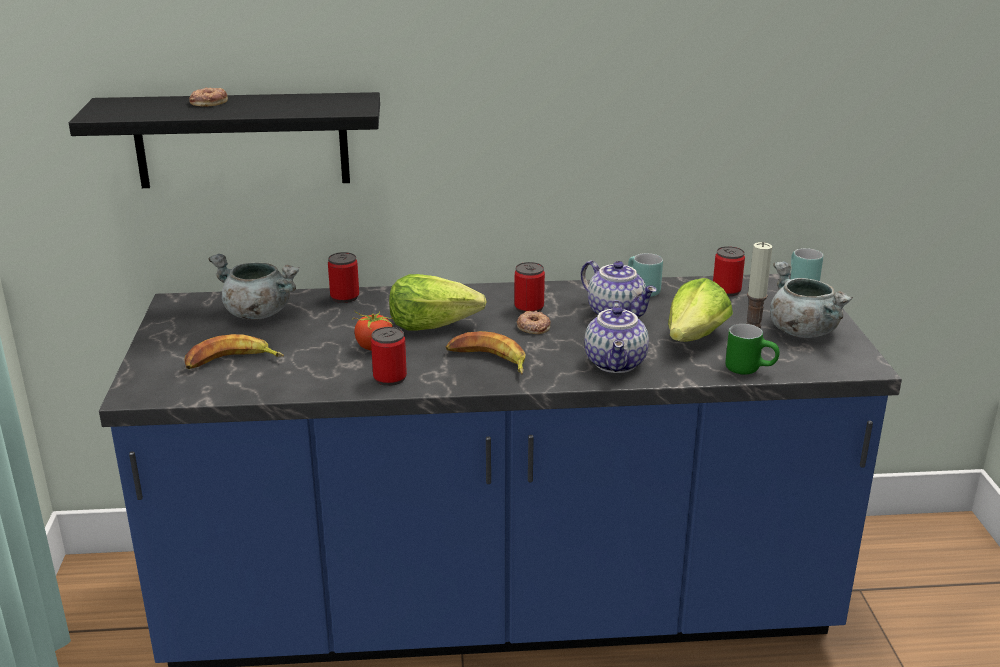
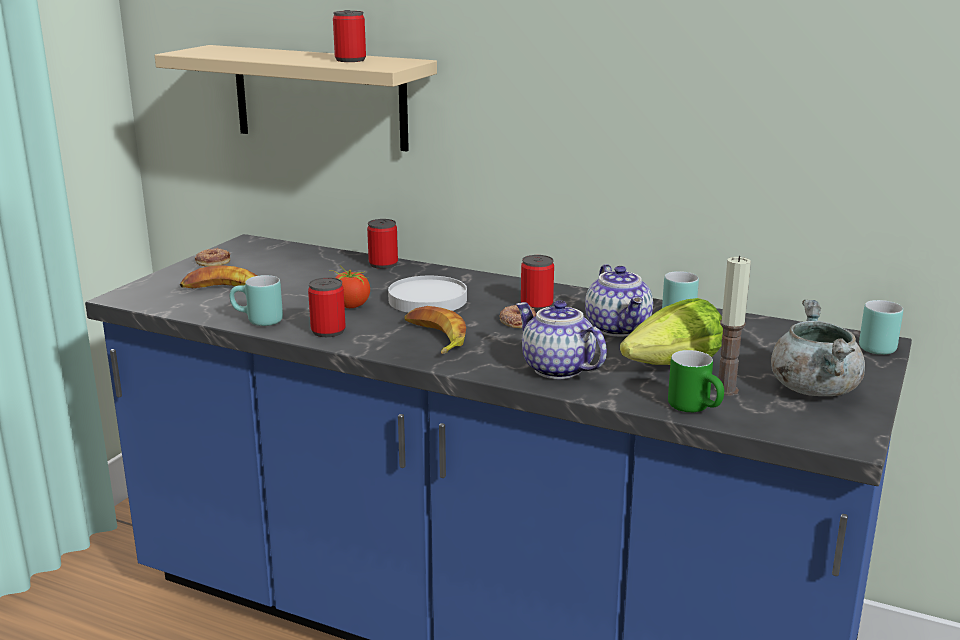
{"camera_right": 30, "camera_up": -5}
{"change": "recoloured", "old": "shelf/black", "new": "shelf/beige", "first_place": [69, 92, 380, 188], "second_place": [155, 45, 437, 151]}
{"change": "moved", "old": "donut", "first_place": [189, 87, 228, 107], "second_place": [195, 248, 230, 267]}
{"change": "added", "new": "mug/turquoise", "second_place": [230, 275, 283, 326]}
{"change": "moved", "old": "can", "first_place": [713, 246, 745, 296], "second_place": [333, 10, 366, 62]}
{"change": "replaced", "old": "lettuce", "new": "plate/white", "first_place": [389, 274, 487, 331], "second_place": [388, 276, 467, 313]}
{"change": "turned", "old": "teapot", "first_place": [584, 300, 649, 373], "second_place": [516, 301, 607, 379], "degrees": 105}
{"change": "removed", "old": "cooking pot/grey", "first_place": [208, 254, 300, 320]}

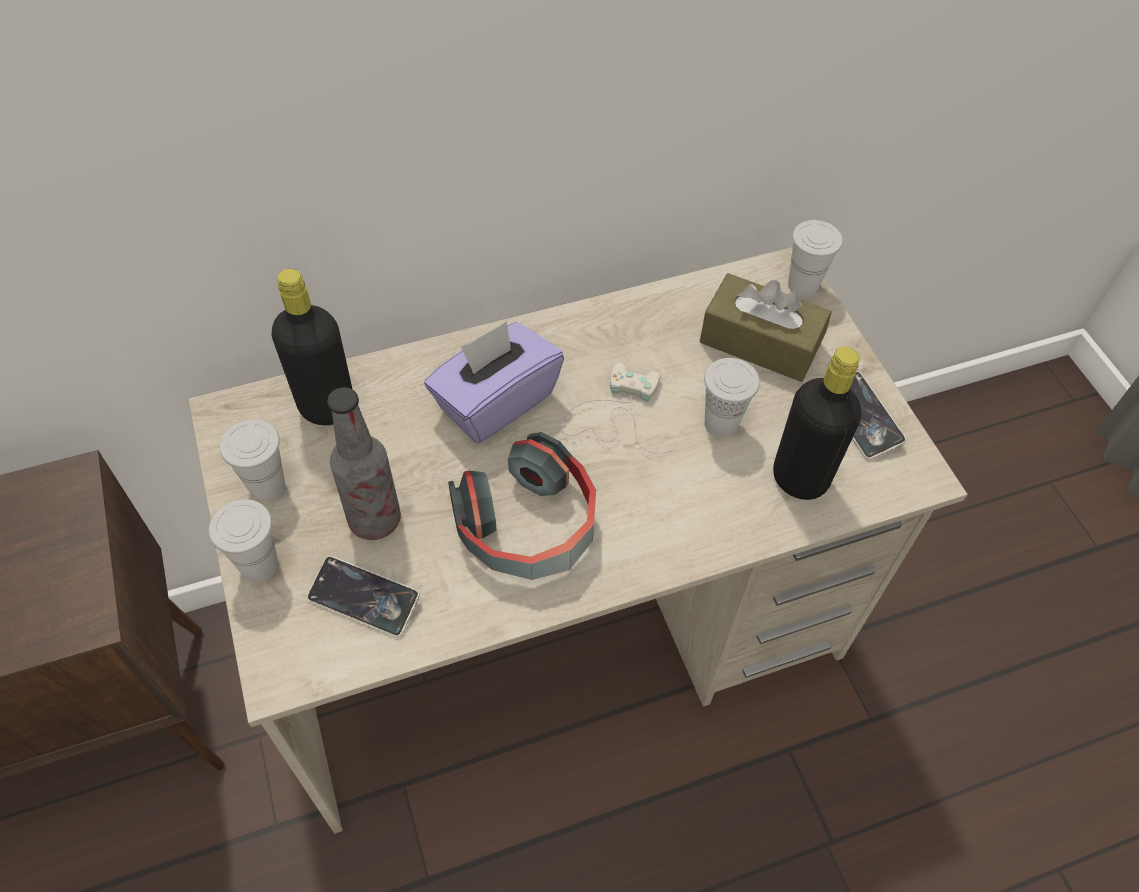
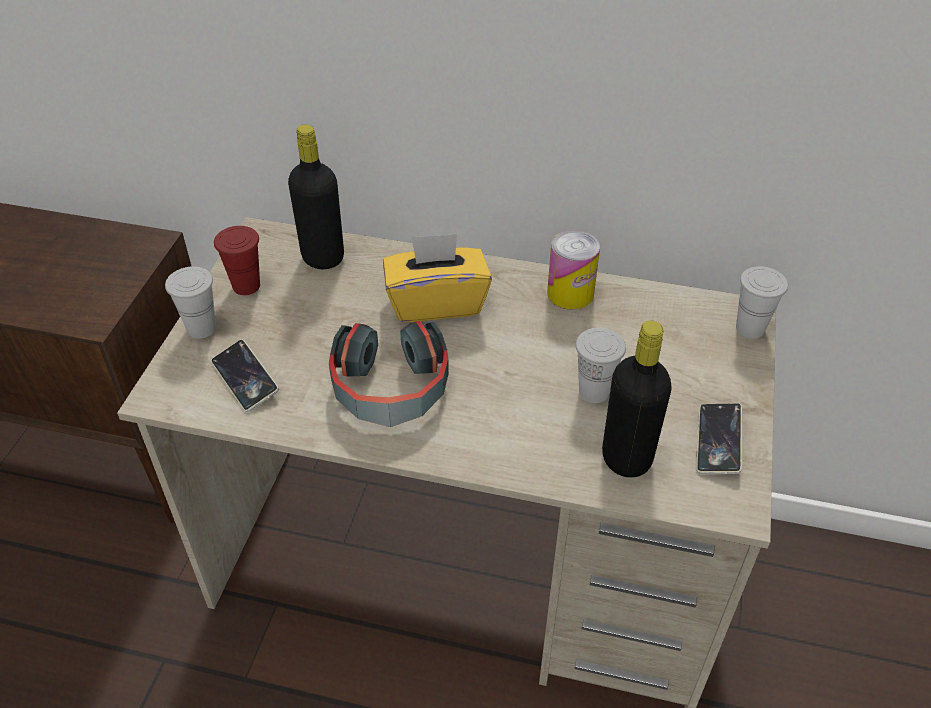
{"camera_right": 35, "camera_up": -10}
{"change": "recoloured", "old": "cup/white", "new": "cup/red", "first_place": [220, 419, 285, 501], "second_place": [214, 226, 260, 295]}
{"change": "recoloured", "old": "tissue box/purple", "new": "tissue box/yellow", "first_place": [424, 321, 564, 443], "second_place": [383, 234, 492, 322]}
{"change": "added", "new": "can", "second_place": [547, 230, 600, 309]}
{"change": "removed", "old": "bottle", "first_place": [327, 387, 401, 540]}
{"change": "removed", "old": "game controller/white", "first_place": [561, 362, 674, 454]}
{"change": "removed", "old": "tissue box/brown", "first_place": [700, 273, 832, 382]}

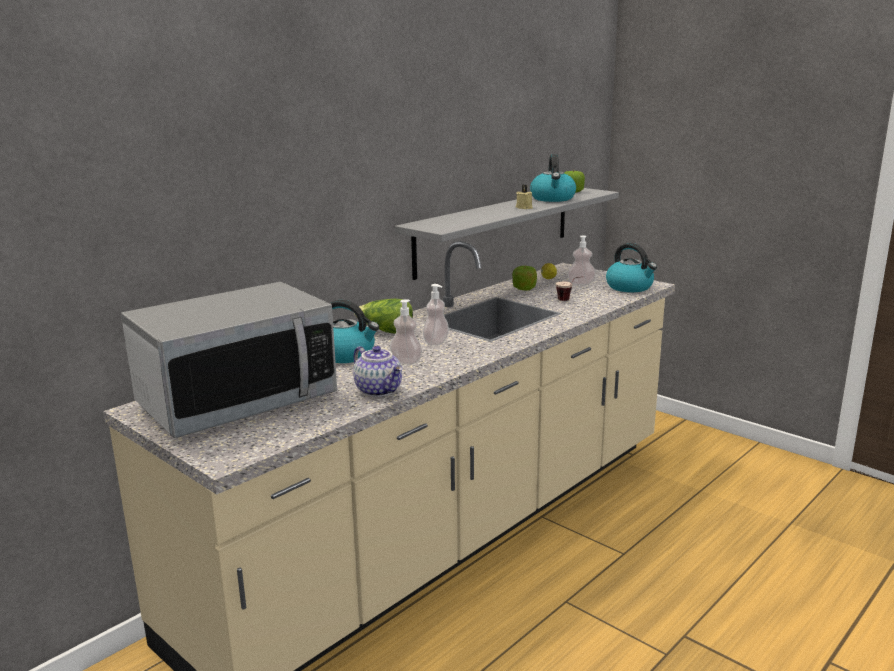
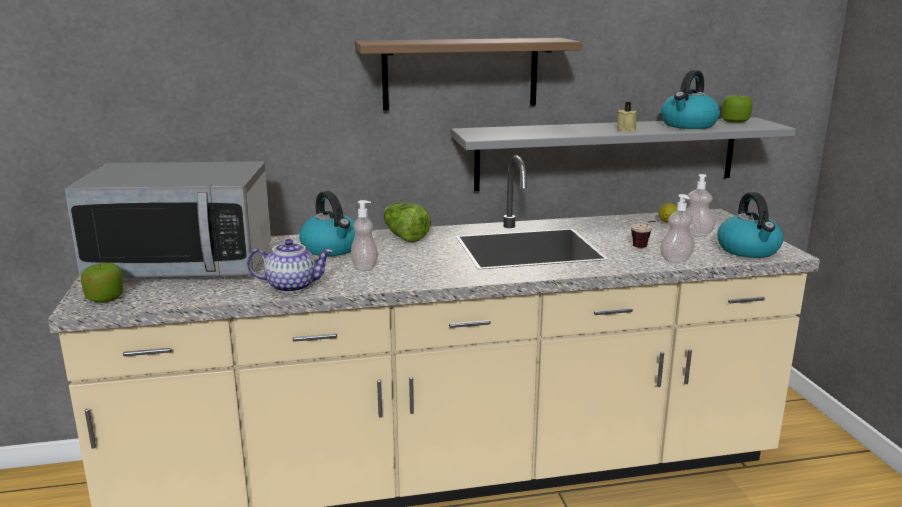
{"camera_right": 35, "camera_up": 0}
{"change": "moved", "old": "apple", "first_place": [512, 266, 537, 290], "second_place": [81, 263, 124, 303]}
{"change": "turned", "old": "teapot", "first_place": [353, 346, 403, 397], "second_place": [247, 239, 333, 293], "degrees": -90}
{"change": "added", "new": "shelf", "second_place": [355, 38, 582, 110]}
{"change": "moved", "old": "soap dispenser", "first_place": [423, 284, 449, 346], "second_place": [660, 194, 695, 262]}

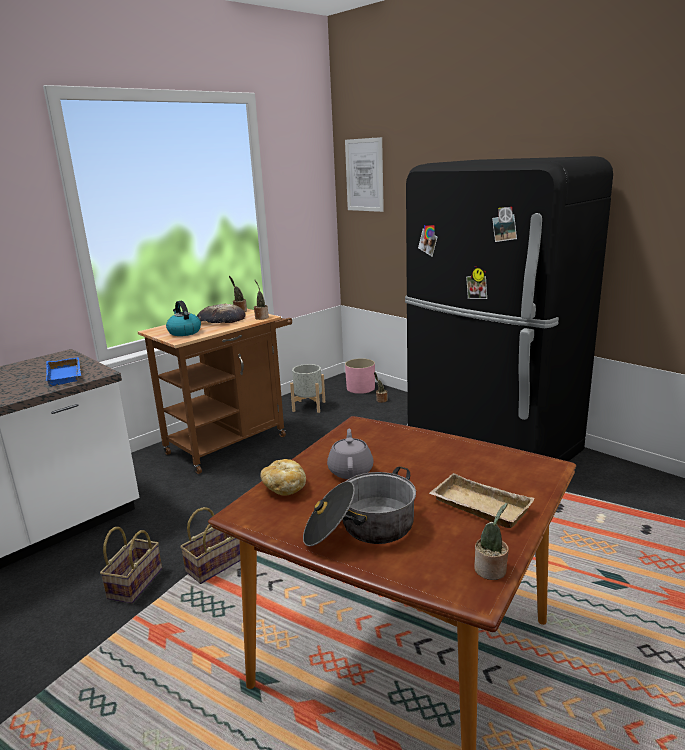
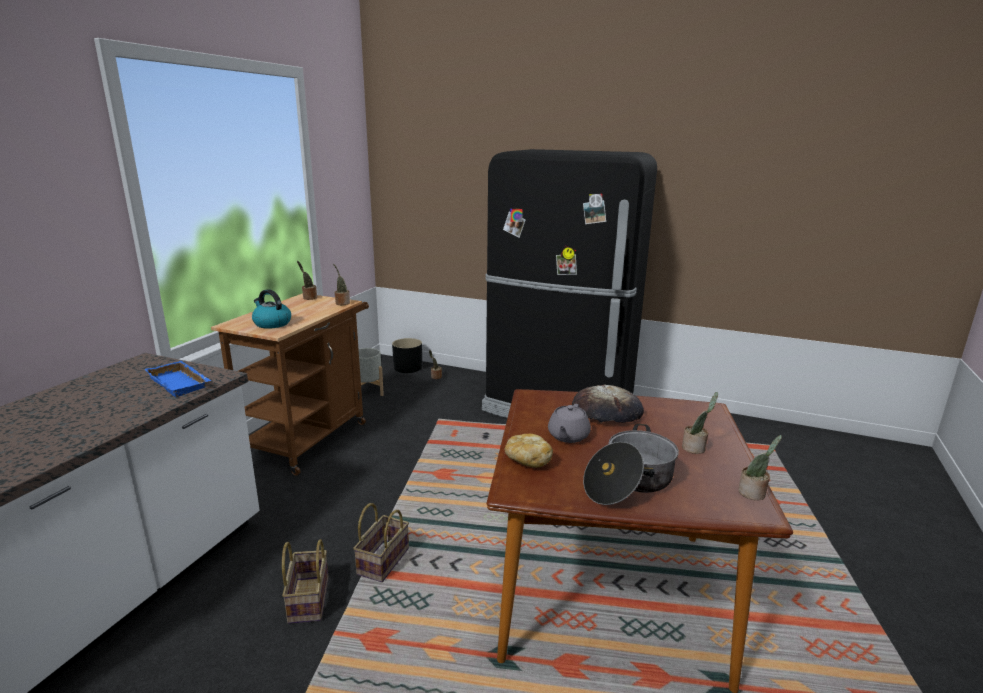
{"camera_right": -25, "camera_up": 0}
{"change": "recoloured", "old": "planter/pink", "new": "planter/black", "first_place": [345, 358, 375, 394], "second_place": [392, 338, 422, 373]}
{"change": "turned", "old": "teapot/grey", "first_place": [327, 429, 374, 479], "second_place": [548, 404, 591, 443], "degrees": -135}
{"change": "moved", "old": "bread", "first_place": [197, 303, 246, 323], "second_place": [572, 384, 644, 423]}
{"change": "replaced", "old": "tray/beige", "new": "potted plant", "first_place": [429, 473, 535, 528], "second_place": [682, 392, 718, 454]}
{"change": "removed", "old": "picture", "first_place": [345, 137, 384, 212]}

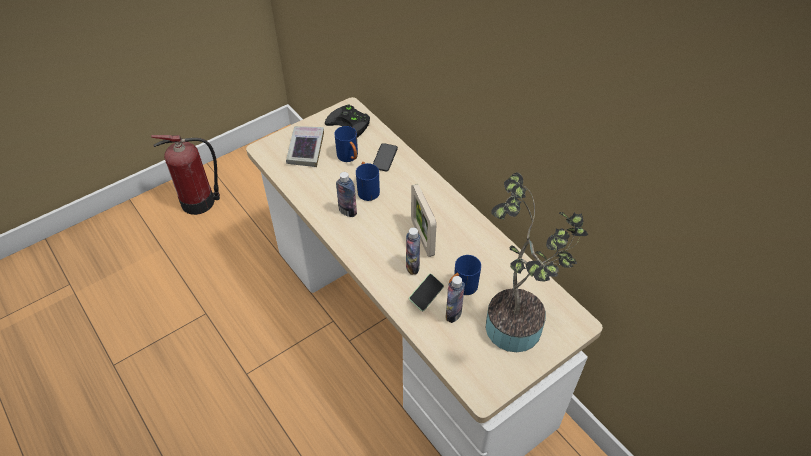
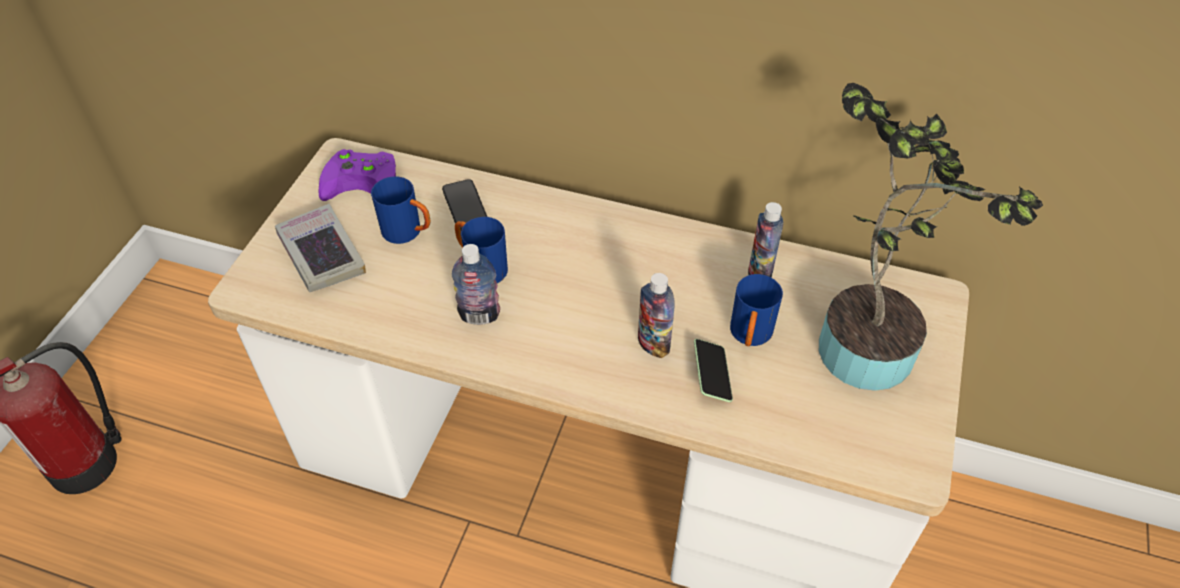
{"camera_right": -35, "camera_up": 0}
{"change": "recoloured", "old": "game controller/black", "new": "game controller/purple", "first_place": [325, 105, 370, 137], "second_place": [318, 149, 396, 201]}
{"change": "moved", "old": "bottle", "first_place": [446, 276, 465, 323], "second_place": [748, 202, 783, 278]}
{"change": "removed", "old": "picture frame", "first_place": [411, 184, 436, 257]}

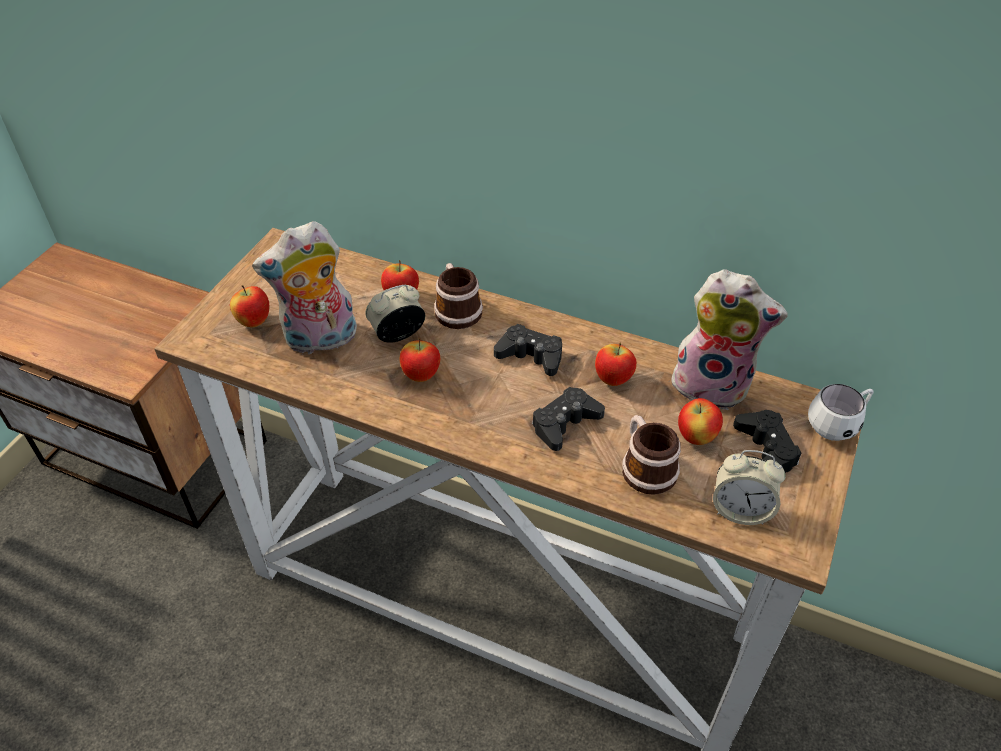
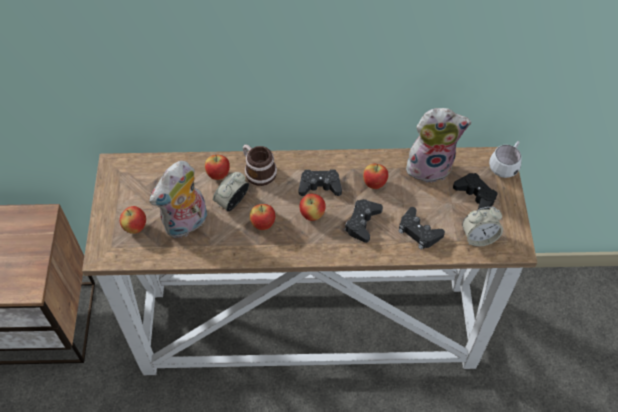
{"camera_right": -25, "camera_up": 10}
{"change": "moved", "old": "apple", "first_place": [678, 398, 723, 445], "second_place": [299, 194, 326, 221]}
{"change": "replaced", "old": "mug", "new": "game controller/black", "first_place": [622, 415, 681, 495], "second_place": [399, 207, 445, 250]}

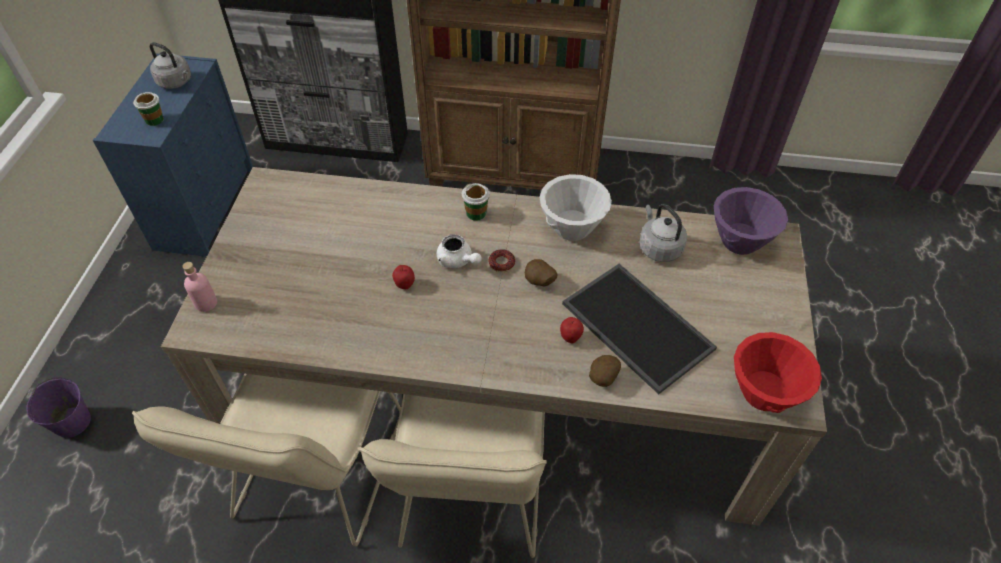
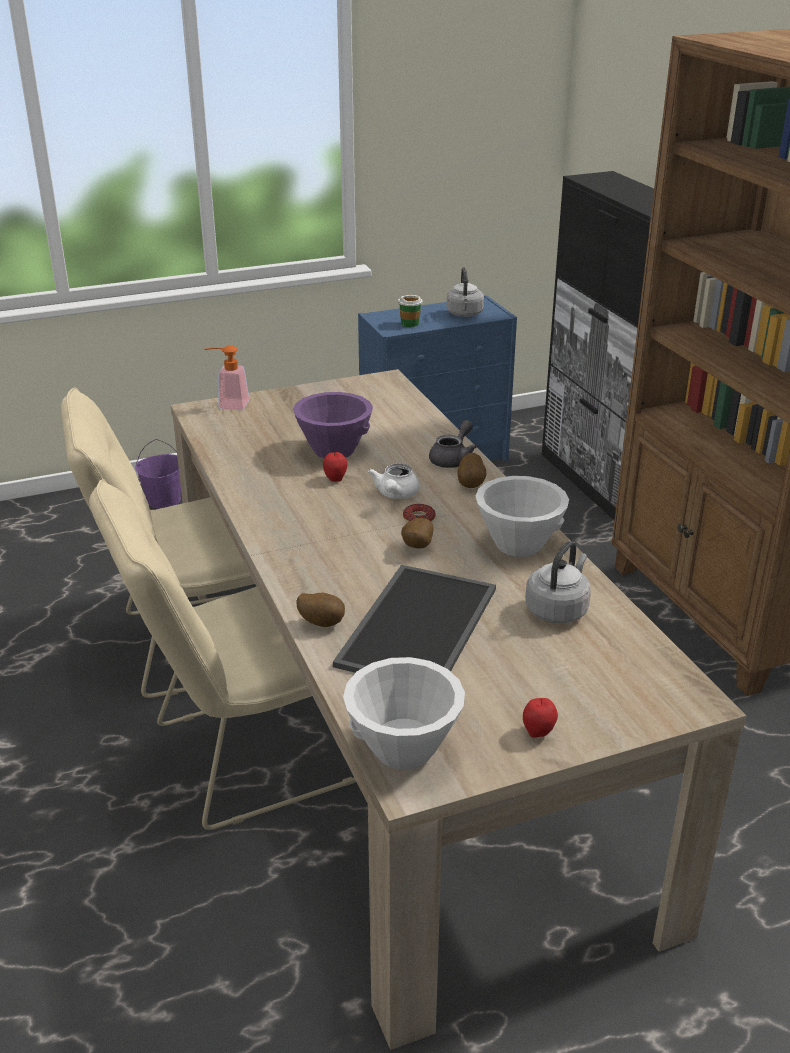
{"camera_right": 60, "camera_up": -20}
{"change": "replaced", "old": "bottle/pink", "new": "soap dispenser", "first_place": [182, 262, 217, 312], "second_place": [204, 346, 250, 410]}
{"change": "moved", "old": "bowl/purple", "first_place": [714, 187, 788, 255], "second_place": [293, 392, 373, 458]}
{"change": "recoloured", "old": "bowl/red", "new": "bowl/white", "first_place": [734, 332, 822, 413], "second_place": [343, 657, 465, 769]}
{"change": "added", "new": "teapot/grey", "second_place": [429, 420, 477, 468]}
{"change": "replaced", "old": "cup", "new": "potato", "first_place": [462, 183, 490, 221], "second_place": [457, 453, 486, 488]}
{"change": "moved", "old": "apple", "first_place": [560, 317, 584, 344], "second_place": [523, 698, 558, 738]}

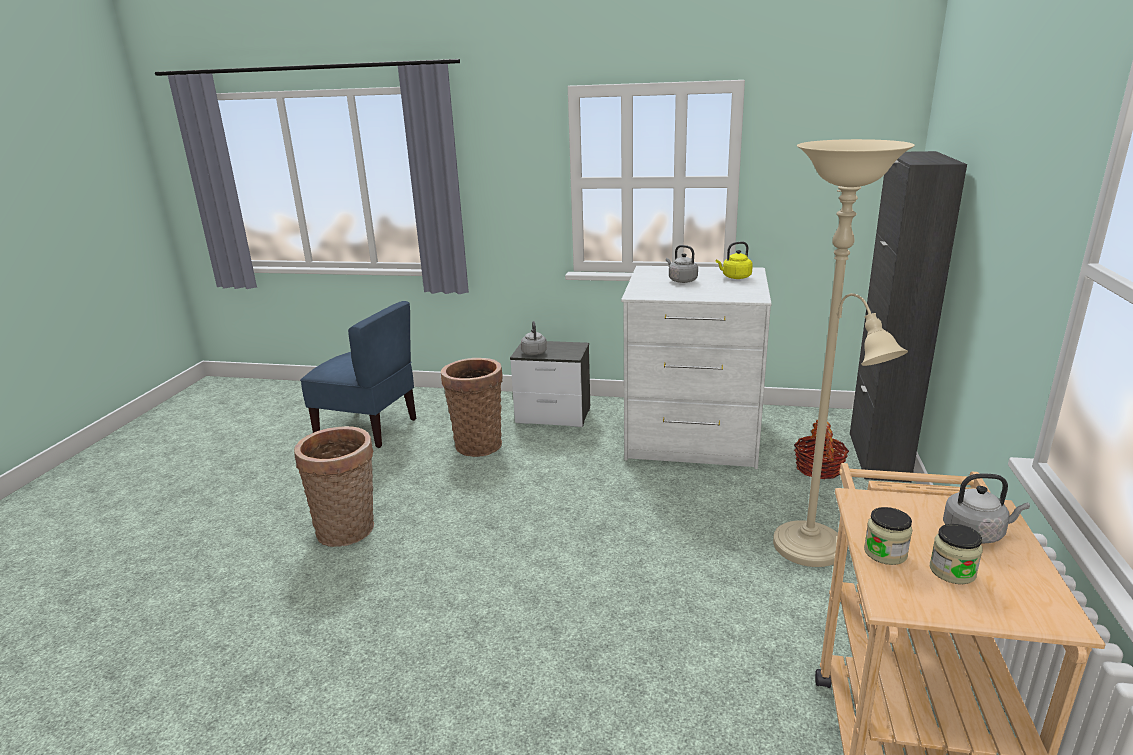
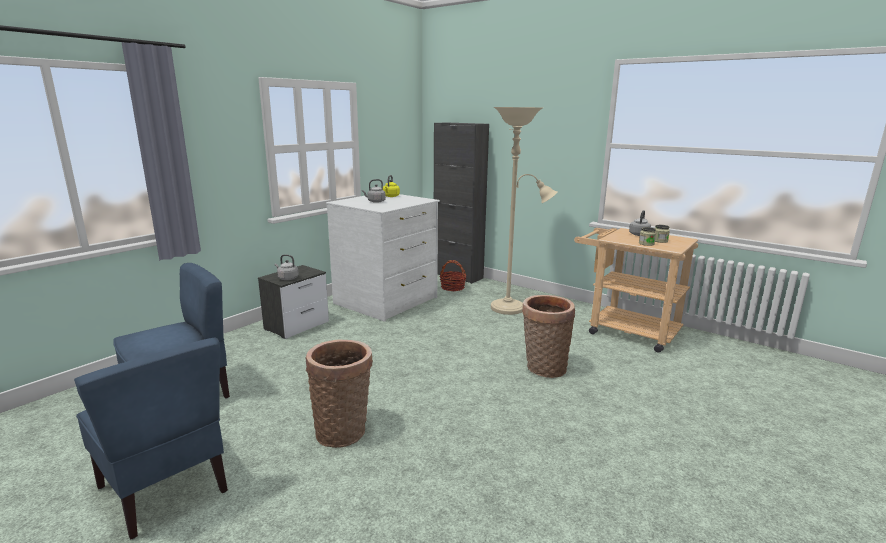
{"camera_right": -65, "camera_up": -5}
{"change": "added", "new": "chair/blue", "second_place": [74, 337, 228, 540]}
{"change": "moved", "old": "basket", "first_place": [441, 358, 503, 457], "second_place": [522, 295, 575, 378]}

